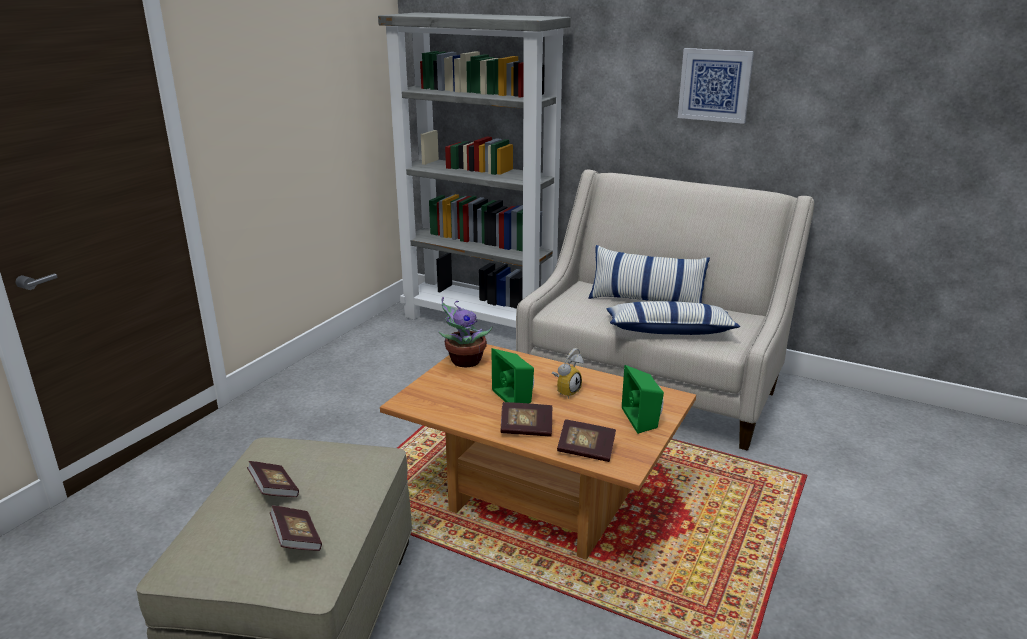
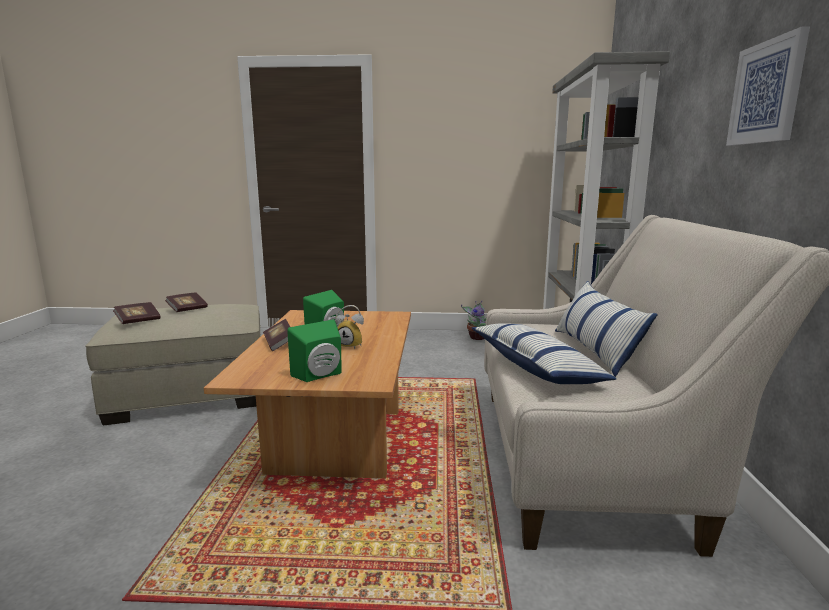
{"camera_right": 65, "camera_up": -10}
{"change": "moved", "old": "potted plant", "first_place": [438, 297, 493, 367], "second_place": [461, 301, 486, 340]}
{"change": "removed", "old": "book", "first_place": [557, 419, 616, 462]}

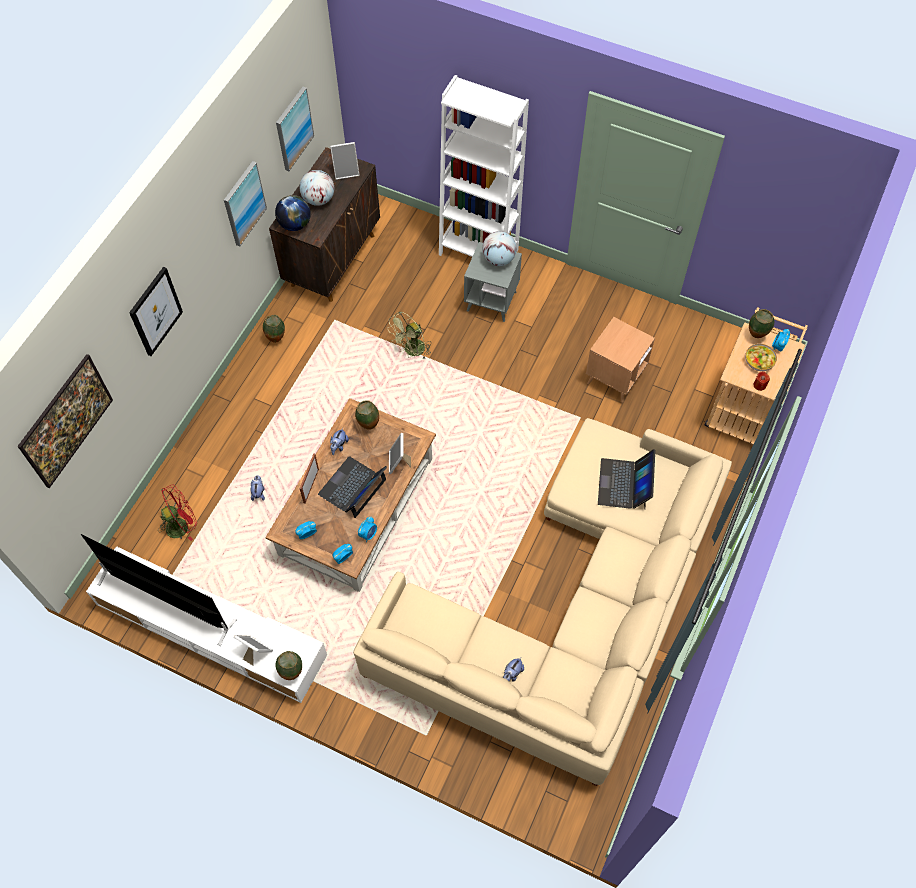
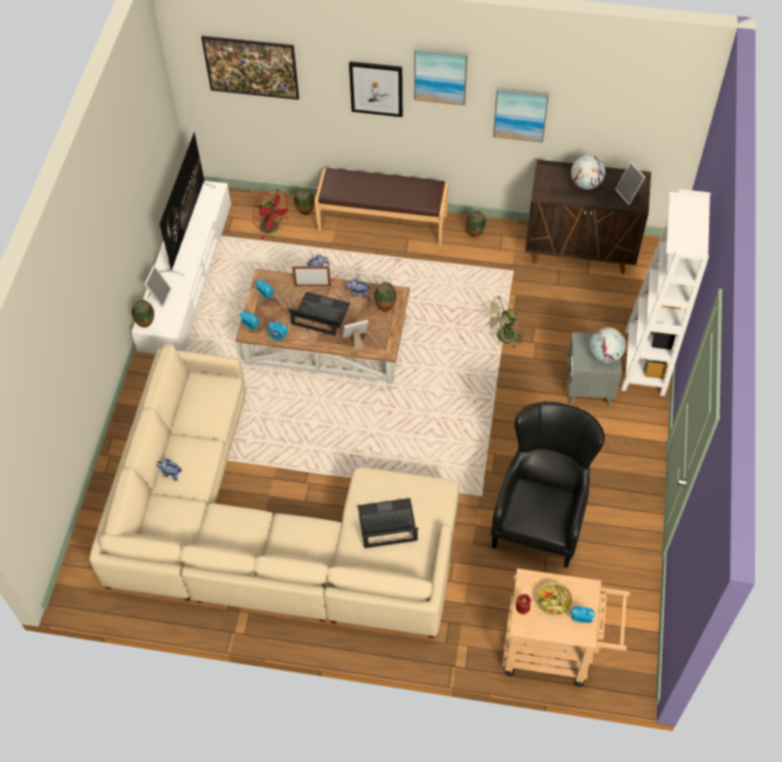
{"camera_right": 75, "camera_up": -5}
{"change": "moved", "old": "vase", "first_place": [749, 309, 774, 338], "second_place": [294, 188, 315, 215]}
{"change": "added", "new": "bench/brown", "second_place": [315, 168, 448, 246]}
{"change": "moved", "old": "picture", "first_place": [276, 87, 314, 171], "second_place": [414, 48, 468, 105]}
{"change": "turned", "old": "fan/green", "first_place": [387, 312, 431, 360], "second_place": [484, 296, 524, 348], "degrees": -60}
{"change": "replaced", "old": "side table/brown", "new": "armchair/black", "first_place": [586, 317, 655, 402], "second_place": [491, 401, 605, 568]}
{"change": "removed", "old": "globe", "first_place": [275, 195, 311, 231]}

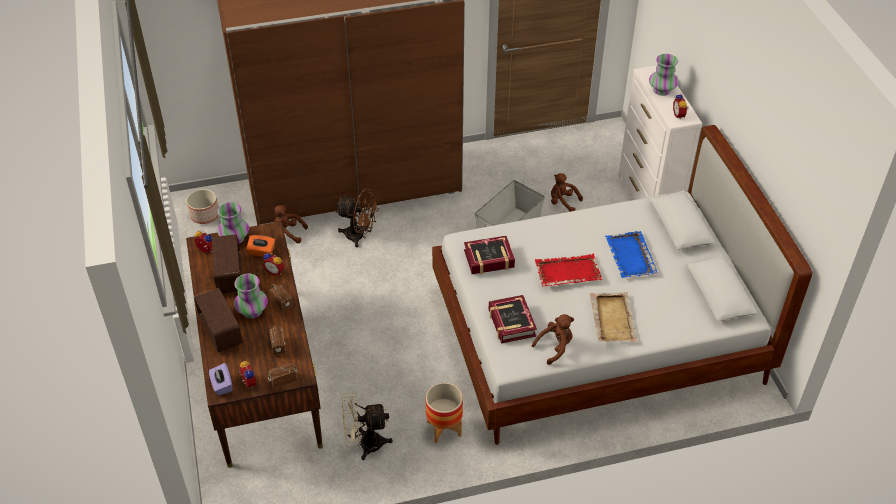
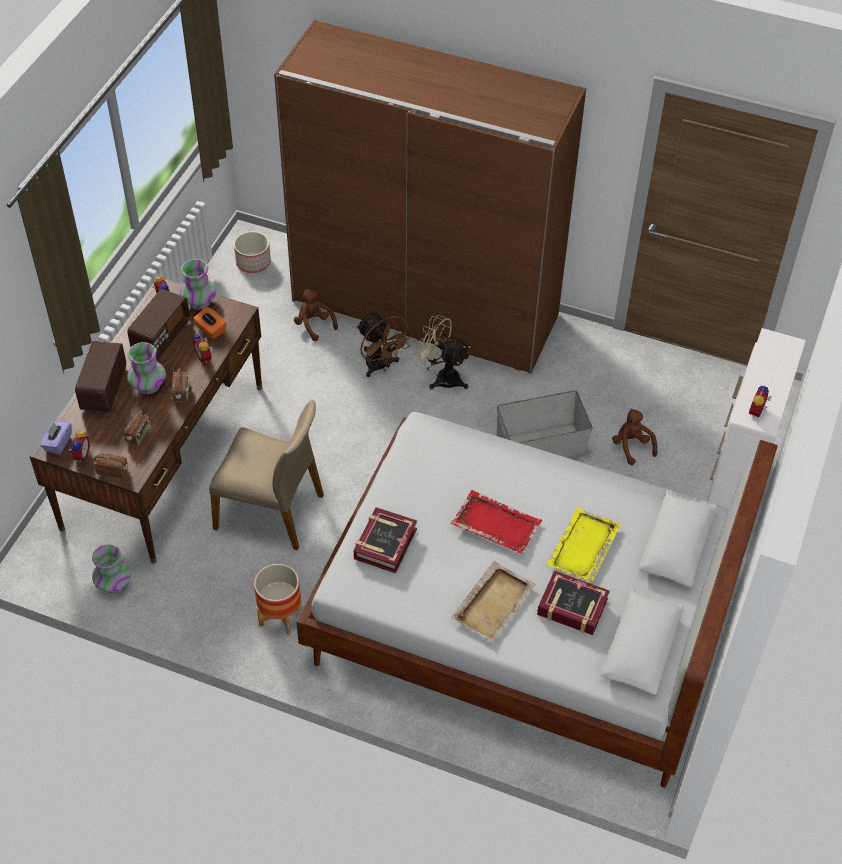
{"camera_right": 35, "camera_up": 5}
{"change": "moved", "old": "vase", "first_place": [649, 54, 679, 96], "second_place": [92, 545, 131, 593]}
{"change": "added", "new": "chair/beige", "second_place": [209, 400, 324, 550]}
{"change": "moved", "old": "fan/beige", "first_place": [342, 392, 393, 460], "second_place": [414, 315, 471, 390]}
{"change": "moved", "old": "book", "first_place": [464, 236, 515, 274], "second_place": [537, 571, 610, 635]}
{"change": "recoloured", "old": "tray/blue", "new": "tray/yellow", "first_place": [605, 231, 658, 278], "second_place": [546, 508, 621, 583]}
{"change": "removed", "old": "plush toy/brown", "first_place": [531, 314, 574, 365]}

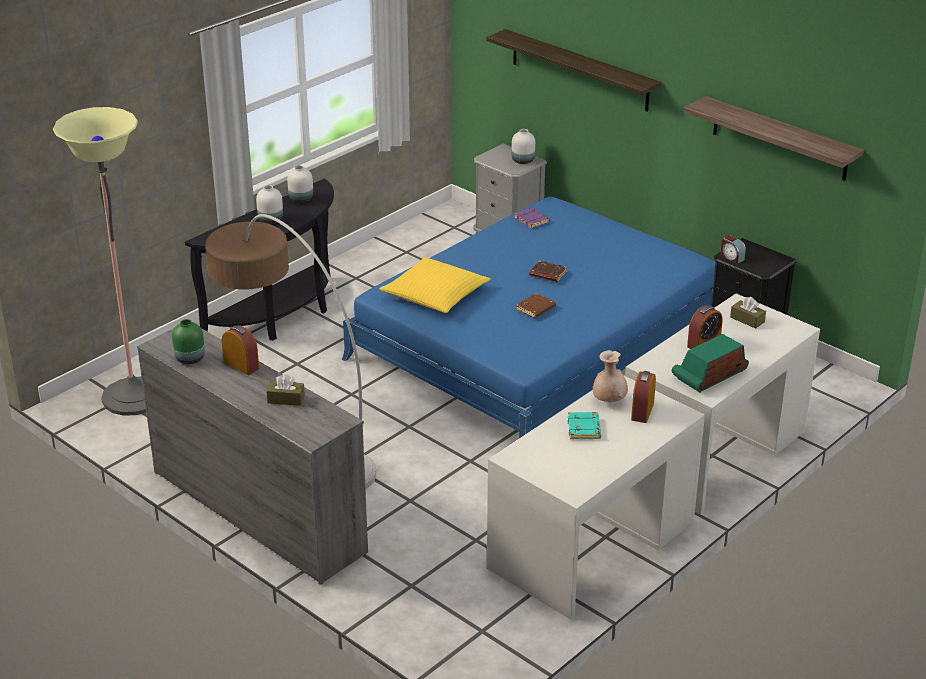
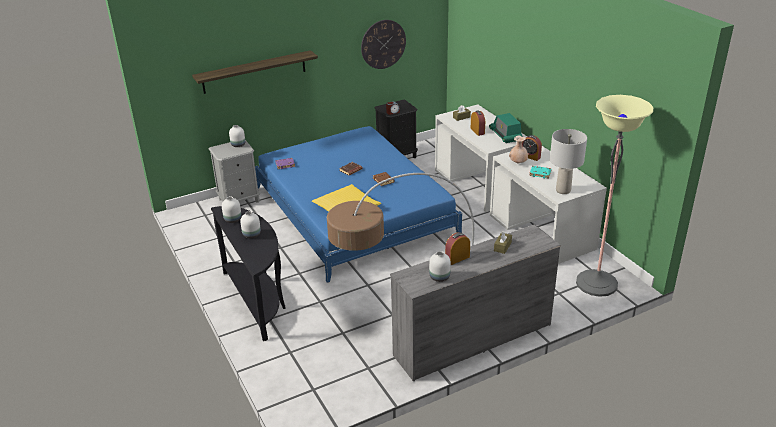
{"camera_right": -70, "camera_up": 0}
{"change": "replaced", "old": "shelf", "new": "wall clock", "first_place": [684, 96, 864, 181], "second_place": [361, 20, 406, 69]}
{"change": "recoloured", "old": "vase/green", "new": "vase/white", "first_place": [172, 319, 205, 364], "second_place": [429, 251, 451, 282]}
{"change": "added", "new": "table lamp/grey", "second_place": [550, 129, 587, 194]}
{"change": "moved", "old": "floor lamp", "first_place": [53, 107, 146, 416], "second_place": [576, 95, 653, 297]}

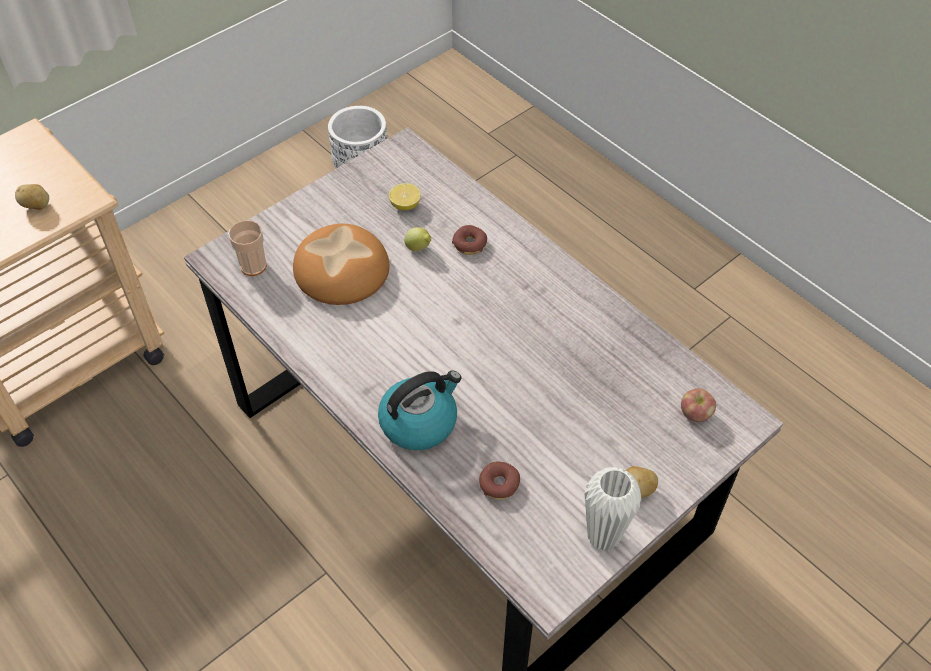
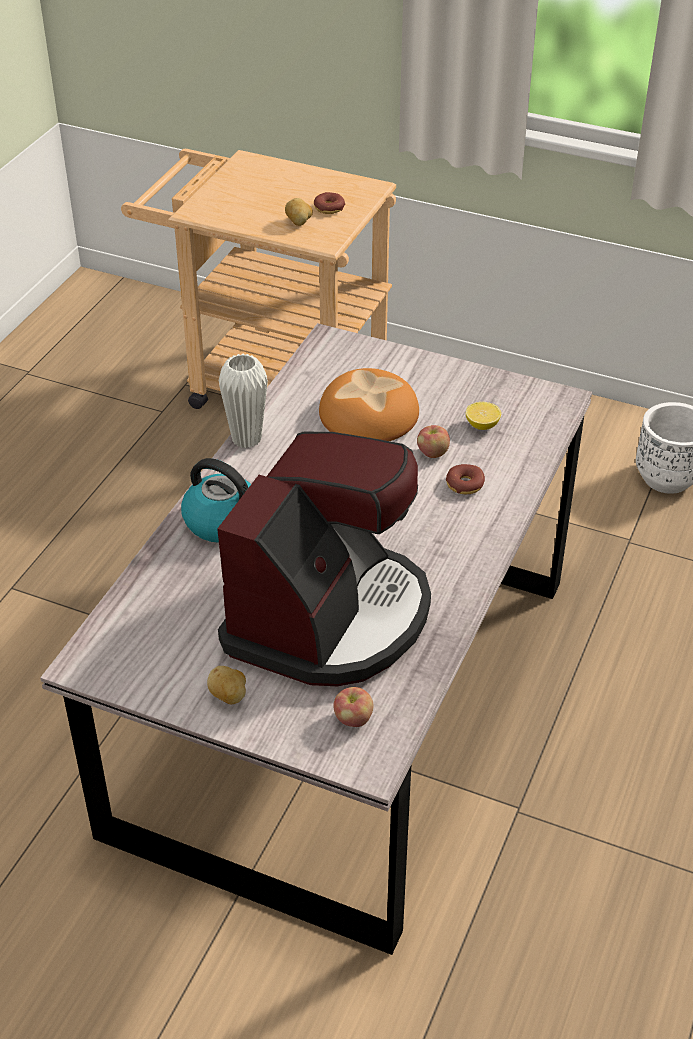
{"camera_right": 65, "camera_up": -10}
{"change": "added", "new": "coffee machine", "second_place": [217, 432, 431, 686]}
{"change": "moved", "old": "vase/white", "first_place": [584, 467, 642, 550], "second_place": [219, 354, 268, 448]}
{"change": "moved", "old": "donut", "first_place": [479, 461, 520, 499], "second_place": [314, 192, 345, 214]}
{"change": "replaced", "old": "lemon", "new": "apple", "first_place": [404, 227, 431, 252], "second_place": [417, 425, 450, 458]}
{"change": "removed", "old": "cup", "first_place": [228, 220, 267, 276]}

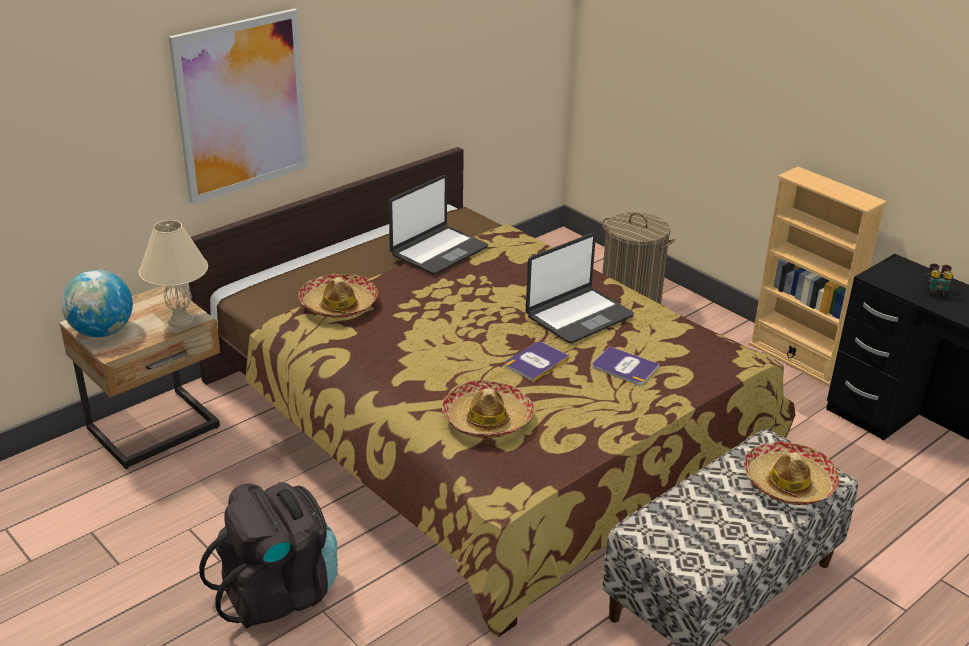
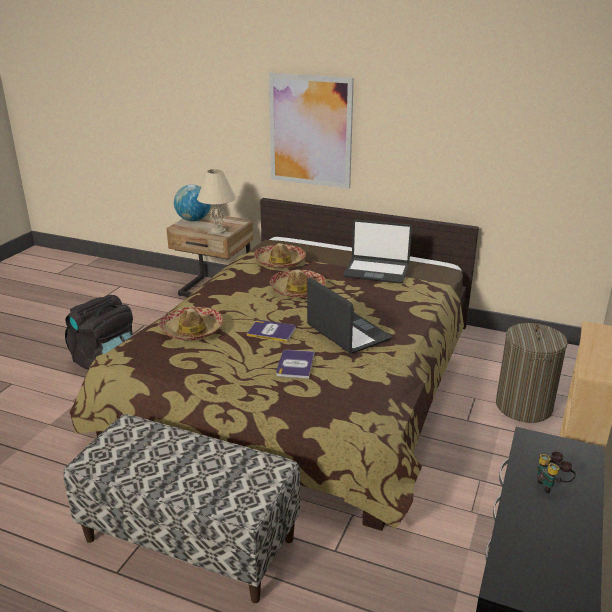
{"camera_right": 65, "camera_up": -5}
{"change": "moved", "old": "hat", "first_place": [743, 441, 840, 505], "second_place": [269, 270, 326, 298]}
{"change": "turned", "old": "laptop", "first_place": [526, 233, 634, 343], "second_place": [307, 278, 392, 354], "degrees": -150}

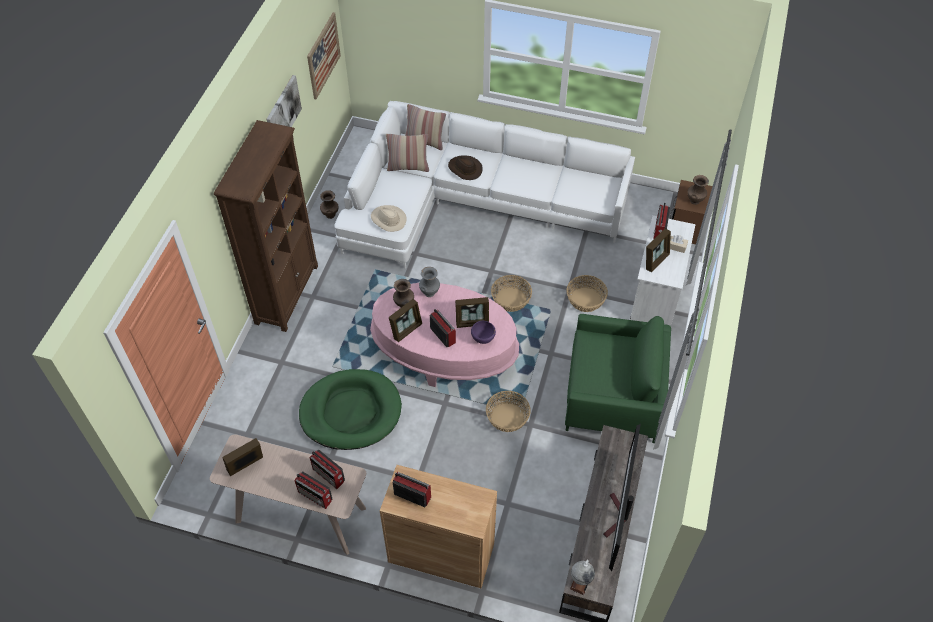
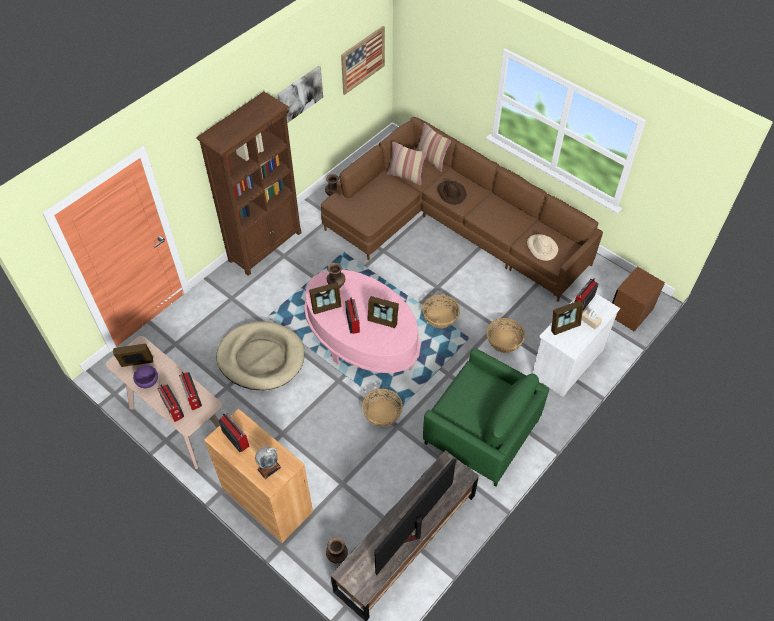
{"camera_right": 25, "camera_up": 0}
{"change": "moved", "old": "bowl/purple", "first_place": [471, 321, 496, 344], "second_place": [133, 365, 158, 388]}
{"change": "recoloured", "old": "dog bed/green", "new": "dog bed/beige", "first_place": [299, 369, 402, 450], "second_place": [216, 321, 304, 390]}
{"change": "moved", "old": "globe", "first_place": [570, 559, 595, 595], "second_place": [255, 447, 281, 479]}
{"change": "recoloured", "old": "sofa/white", "new": "sofa/brown", "first_place": [334, 101, 635, 269], "second_place": [321, 117, 603, 302]}
{"change": "moved", "old": "vase/brown", "first_place": [687, 175, 709, 205], "second_place": [326, 537, 348, 563]}
{"change": "moved", "old": "hat/beige", "first_place": [371, 205, 407, 232], "second_place": [527, 234, 558, 261]}
{"change": "removed", "old": "vase/grey", "first_place": [419, 267, 440, 297]}

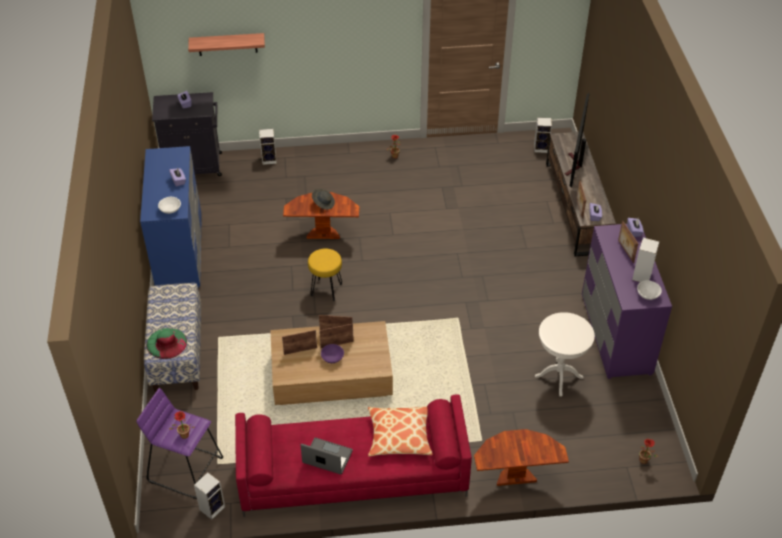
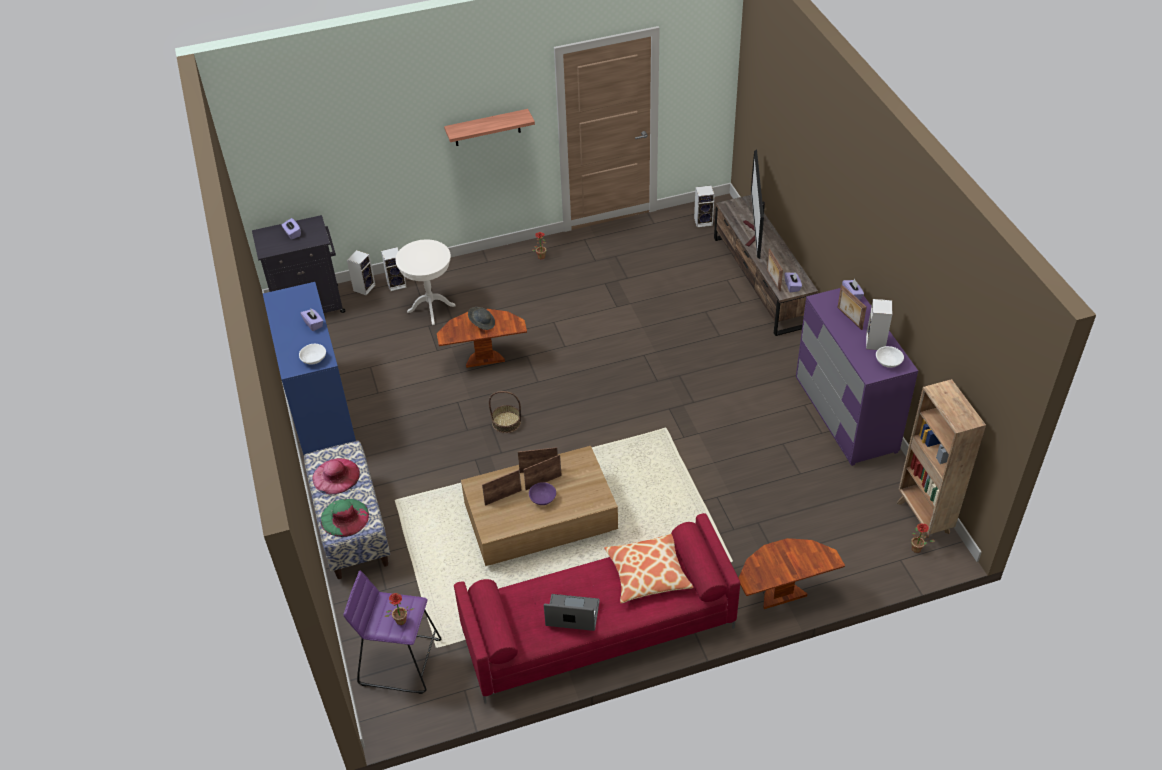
{"camera_right": -10, "camera_up": 0}
{"change": "added", "new": "hat/pink", "second_place": [312, 458, 360, 494]}
{"change": "moved", "old": "speaker", "first_place": [194, 472, 225, 519], "second_place": [347, 250, 375, 295]}
{"change": "moved", "old": "side table/white", "first_place": [535, 312, 595, 396], "second_place": [395, 240, 455, 325]}
{"change": "moved", "old": "shelf", "first_place": [188, 33, 265, 56], "second_place": [444, 109, 535, 146]}
{"change": "replaced", "old": "stool/yellow", "new": "basket", "first_place": [308, 249, 342, 301], "second_place": [489, 391, 521, 433]}
{"change": "added", "new": "bookcase/brown", "second_place": [897, 379, 986, 540]}

